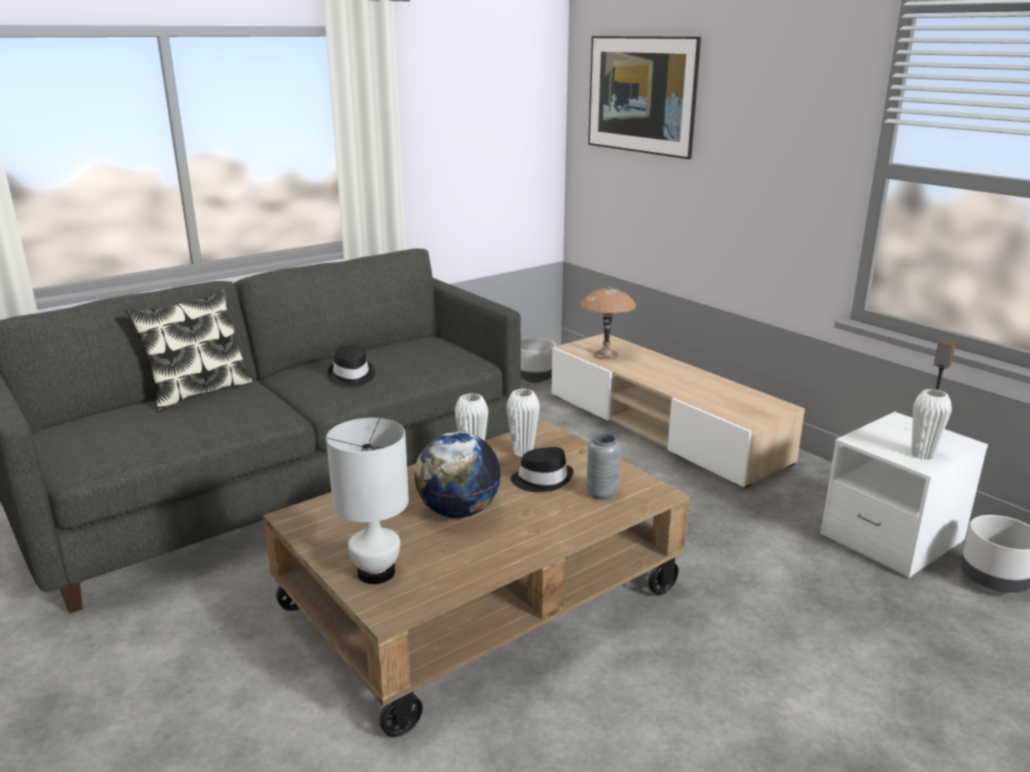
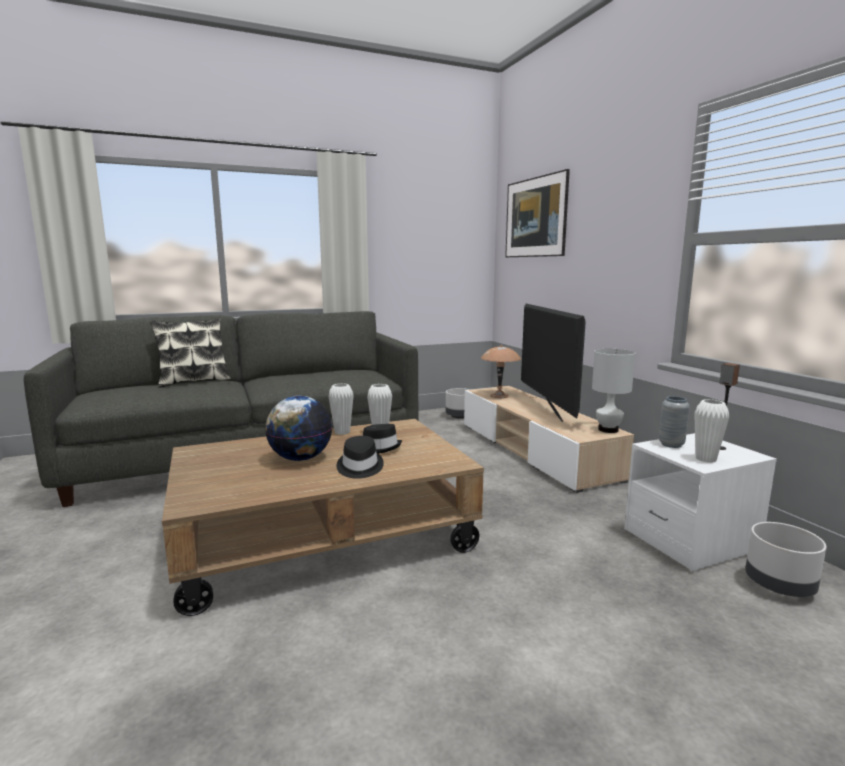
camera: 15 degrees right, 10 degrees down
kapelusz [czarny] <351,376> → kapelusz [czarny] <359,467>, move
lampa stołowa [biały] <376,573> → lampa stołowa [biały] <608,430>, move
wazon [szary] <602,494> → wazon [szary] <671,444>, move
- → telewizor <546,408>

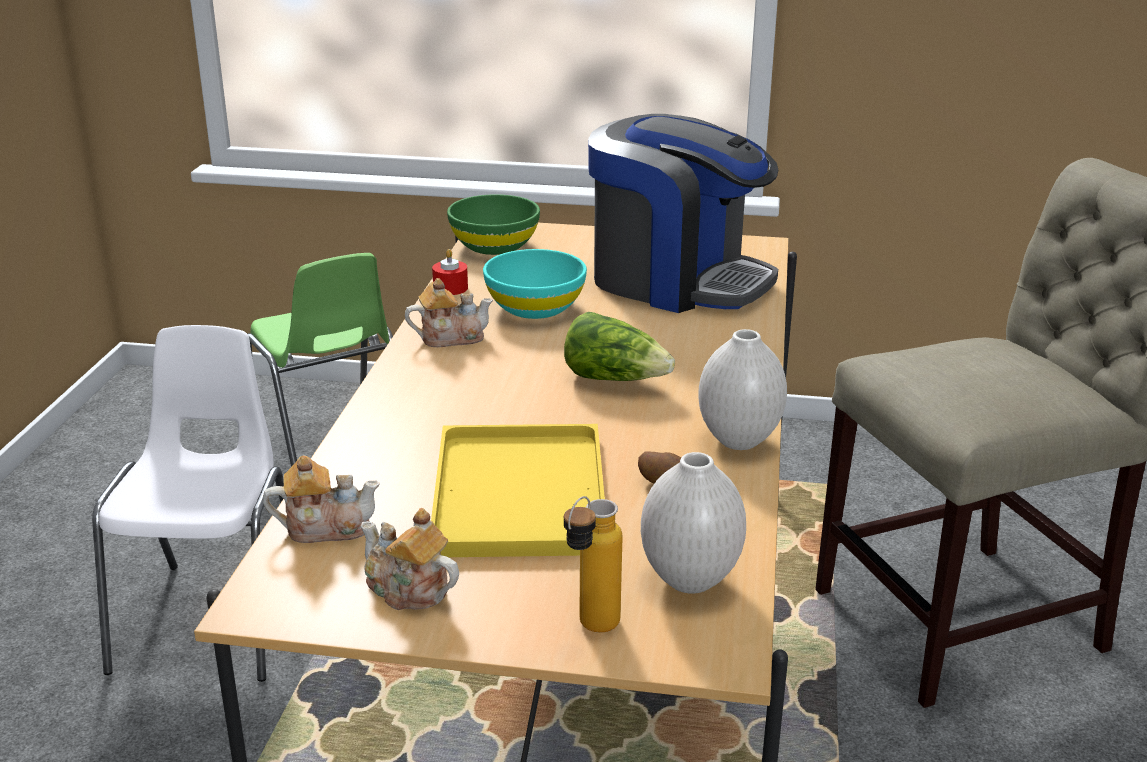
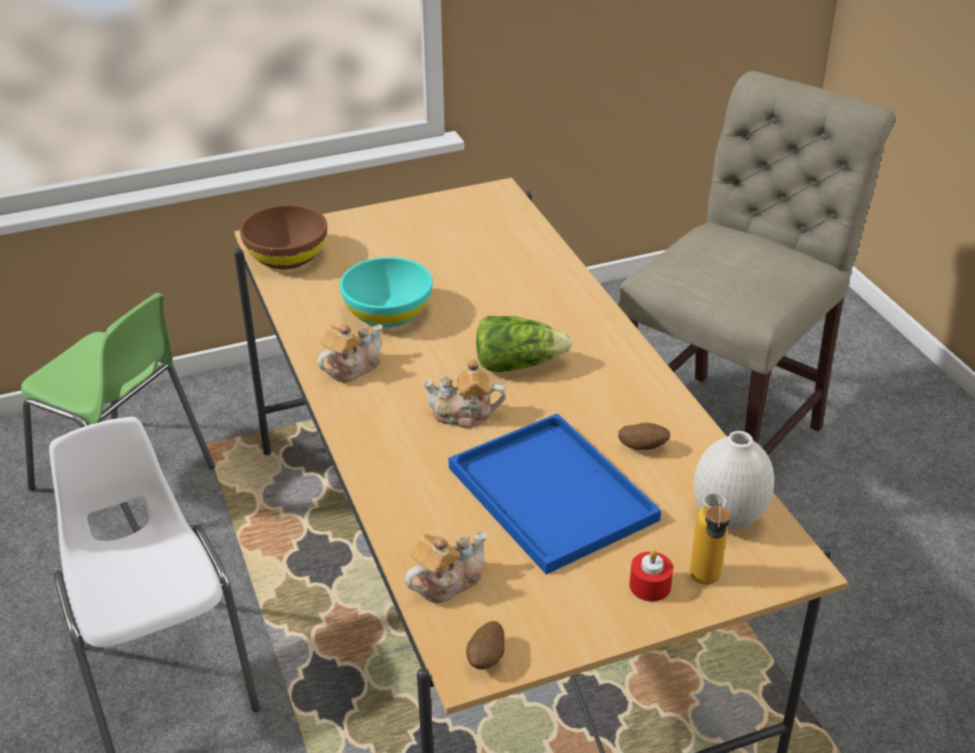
camera: 30 degrees left, 10 degrees up
ekspres do kawy <677,280> → -
miska [zielony] <494,246> → miska [brązowy] <287,257>
świeca [czerwony] <450,288> → świeca [czerwony] <650,586>, move
wazon [biały] <737,441> → -
taca [żółty] <517,490> → taca [niebieski] <547,492>
imbryk <408,590> → imbryk <464,415>, move
- → ziemniak <486,659>

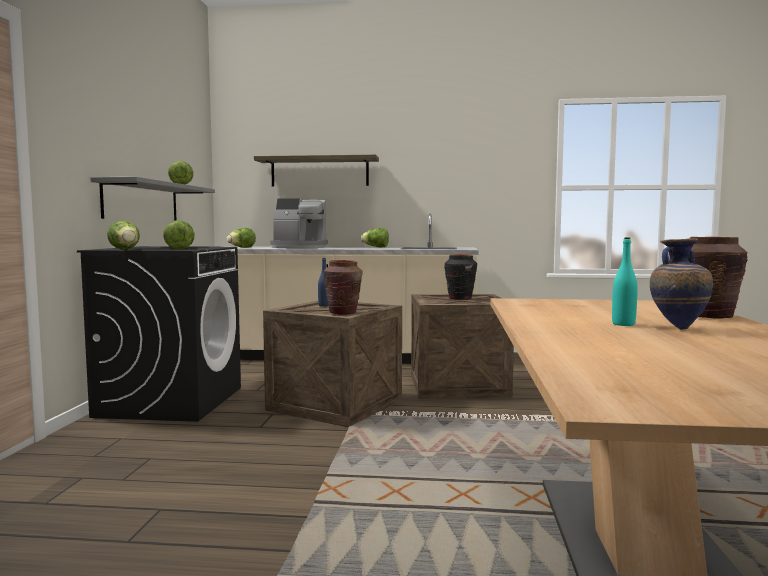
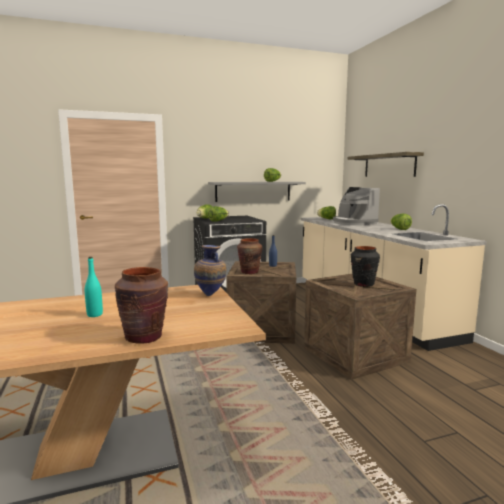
camera: 65 degrees right, 5 degrees up
wazon <678,328> → wazon <211,295>, move

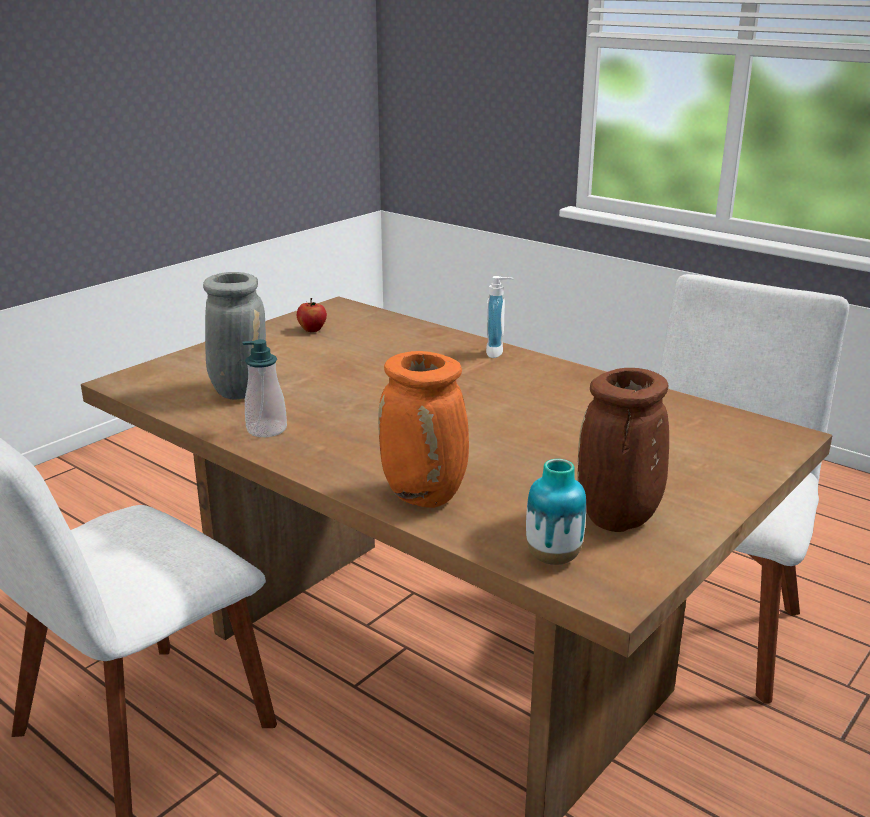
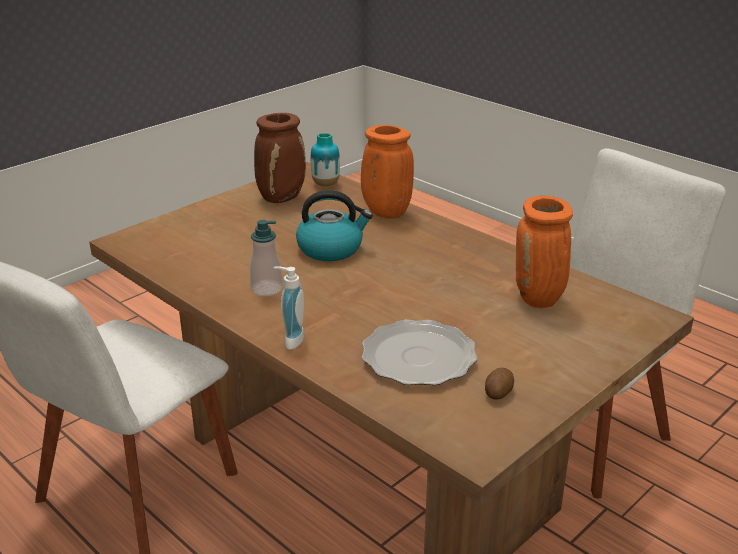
camera: 175 degrees left, 5 degrees up
wazon [szary] <239,391> → wazon [pomarańczowy] <539,300>
jabłko <312,330> → ziemniak <498,392>
dozownik mydła <266,429> → dozownik mydła <266,289>, move
- → czajnik <331,249>
- → talerz <418,357>

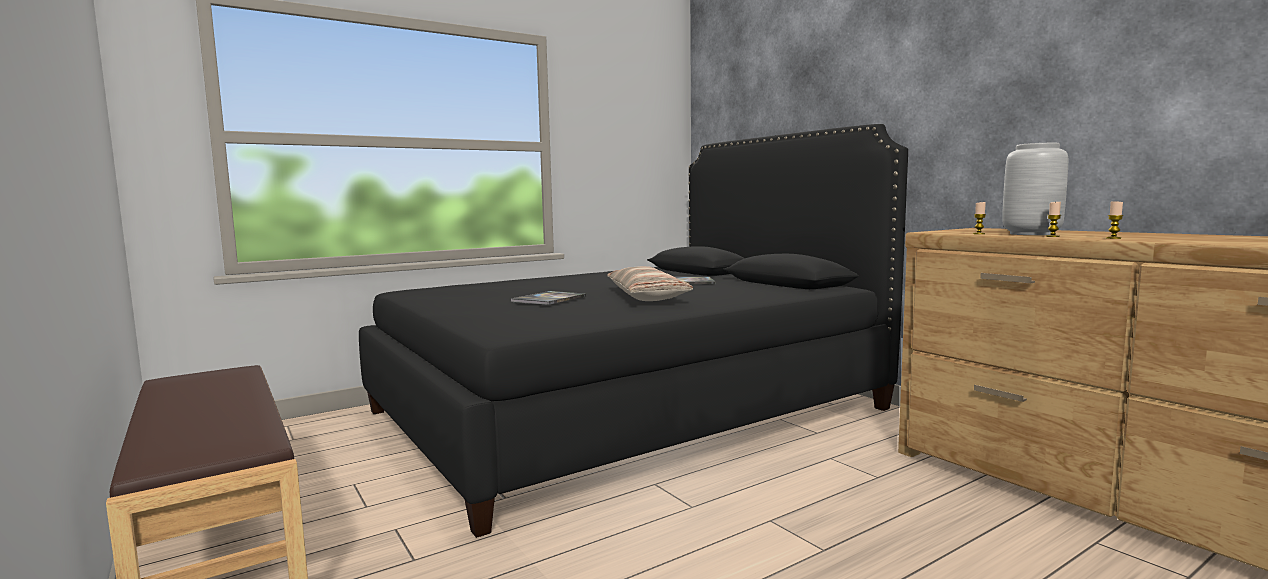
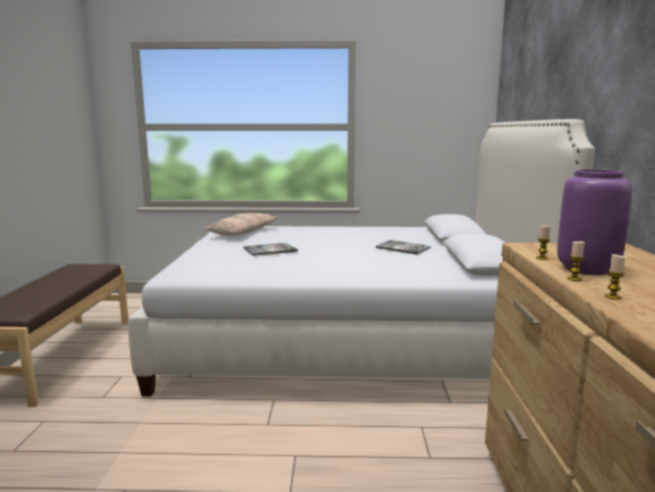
camera: 35 degrees right, 5 degrees up
łóżko [czarny] <628,409> → łóżko [biały] <347,338>
wazon [szary] <1030,234> → wazon [fioletowy] <587,269>
poduszka <646,297> → poduszka <243,232>, move

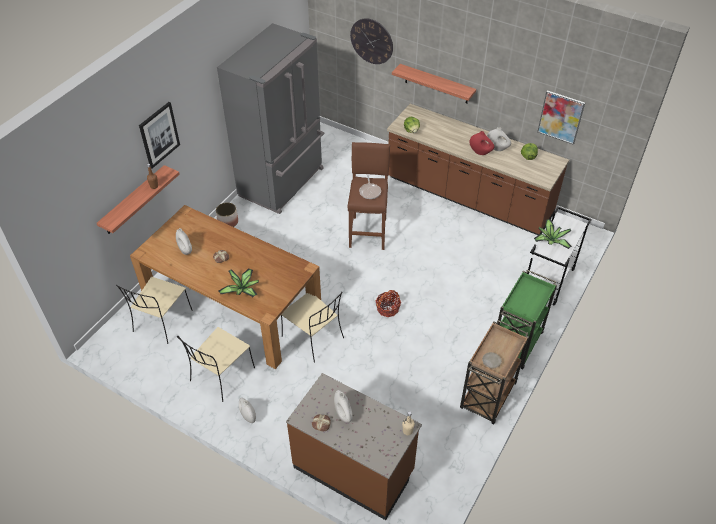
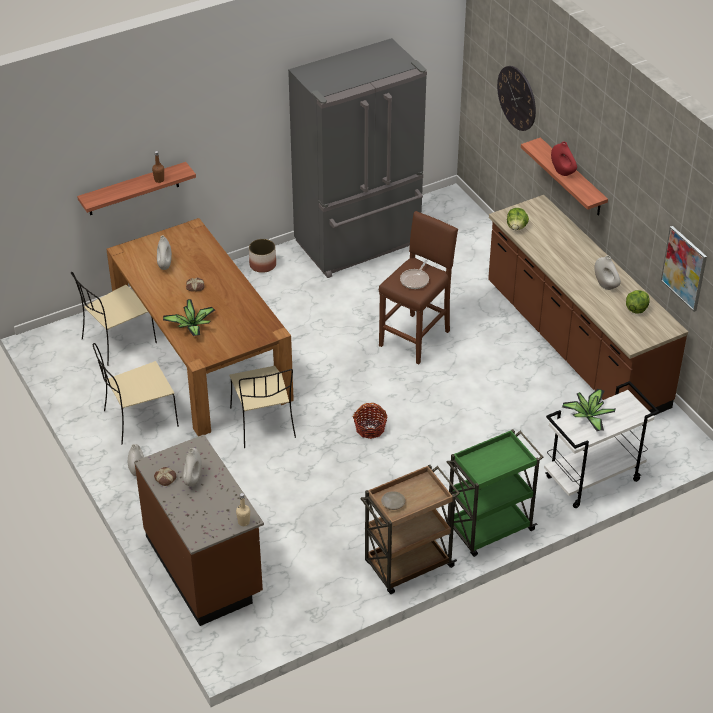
camera: 30 degrees right, 5 degrees down
obraz <159,135> → -
wazon [czerwony] <480,152> → wazon [czerwony] <562,172>, move

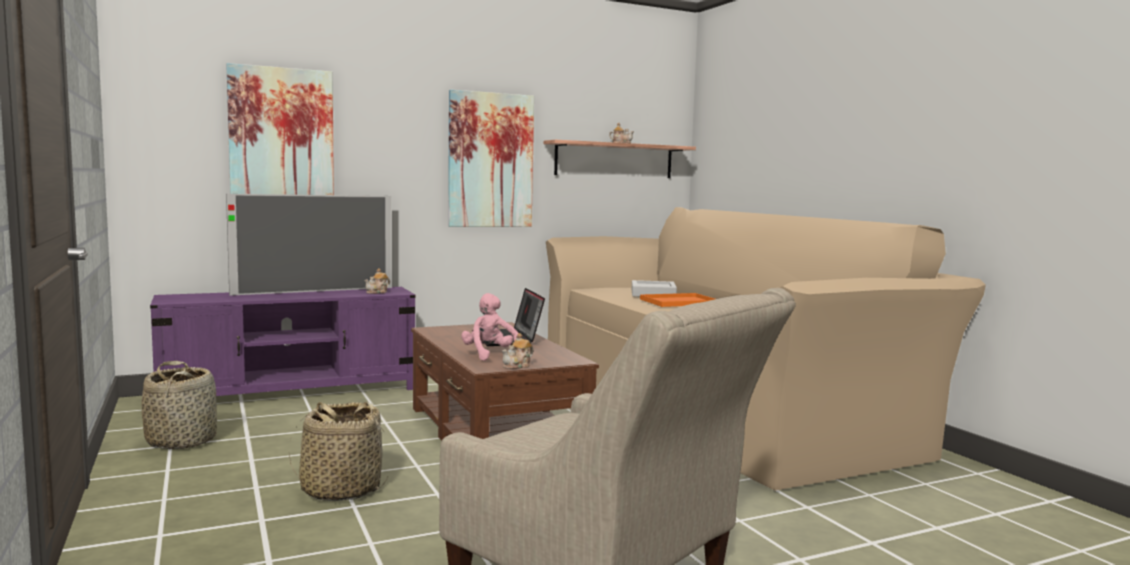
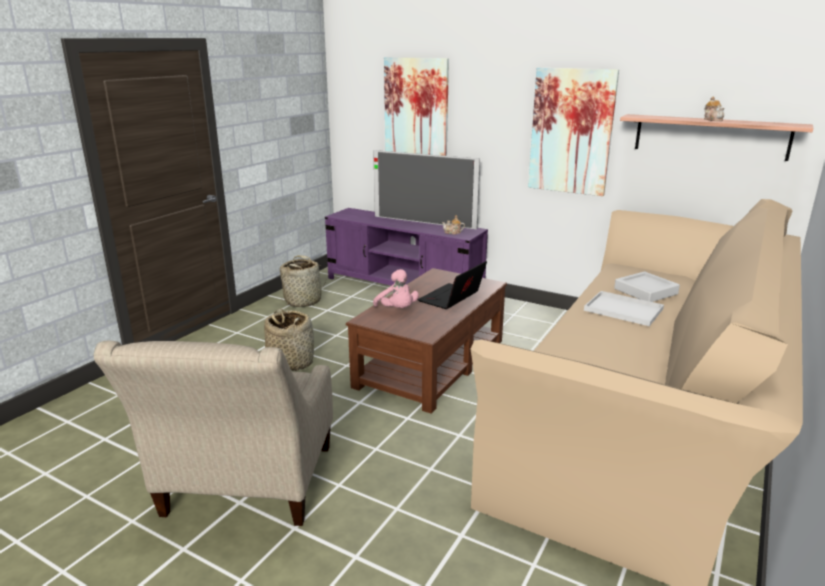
camera: 55 degrees right, 15 degrees up
pluszak [różowy] <490,355> → pluszak [różowy] <397,310>, 120 degrees clockwise
taca [pomarańczowy] <678,302> → taca [biały] <621,309>
imbryk <518,366> → -

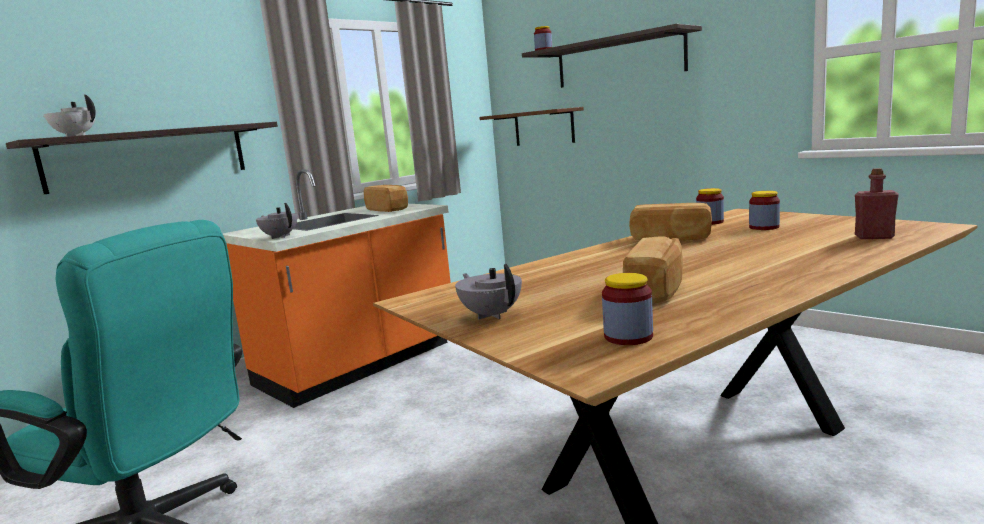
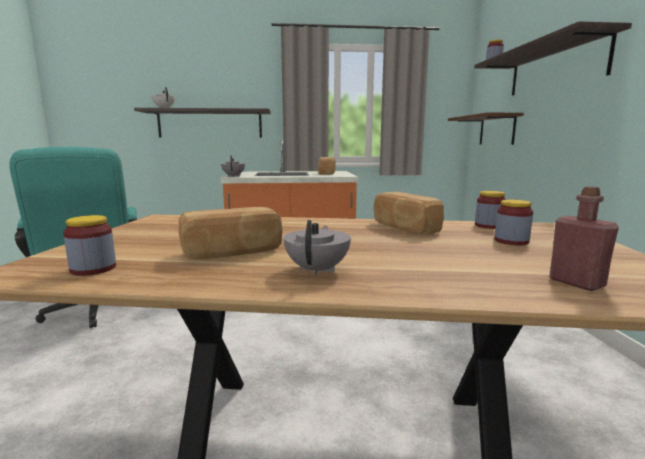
camera: 40 degrees right, 0 degrees up
imbryk [szary] <491,315> → imbryk [szary] <318,270>, move

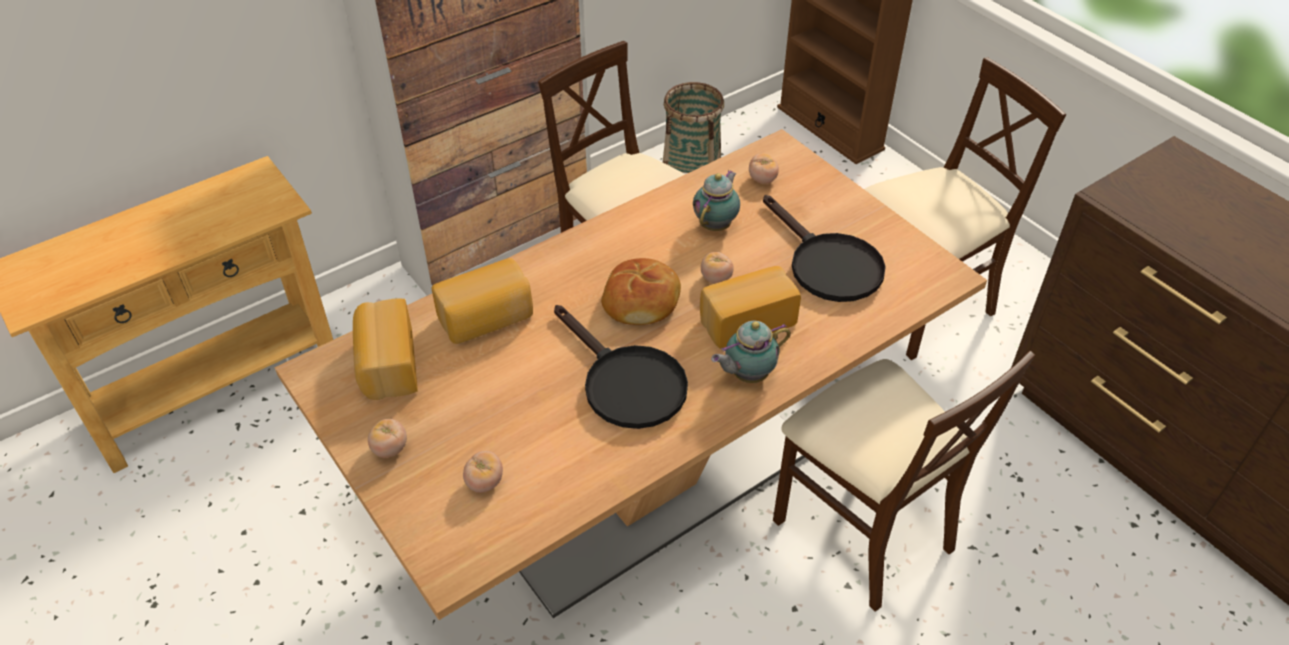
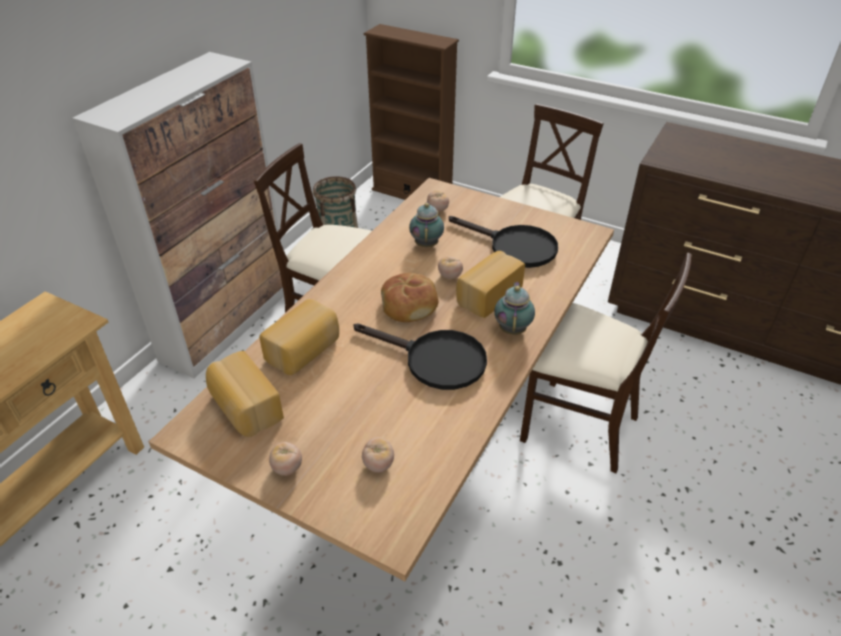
camera: 25 degrees left, 5 degrees down
imbryk <747,375> → imbryk <513,328>, 150 degrees clockwise

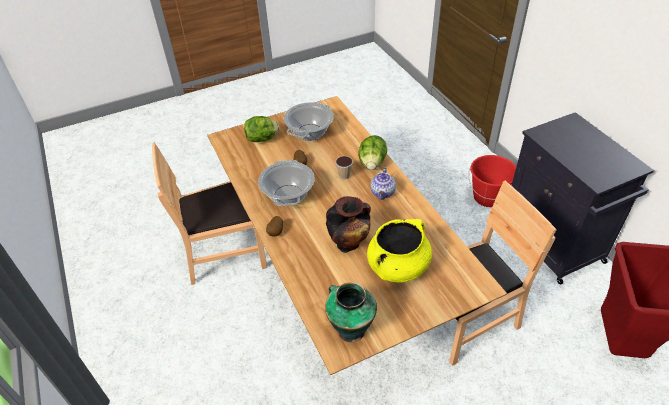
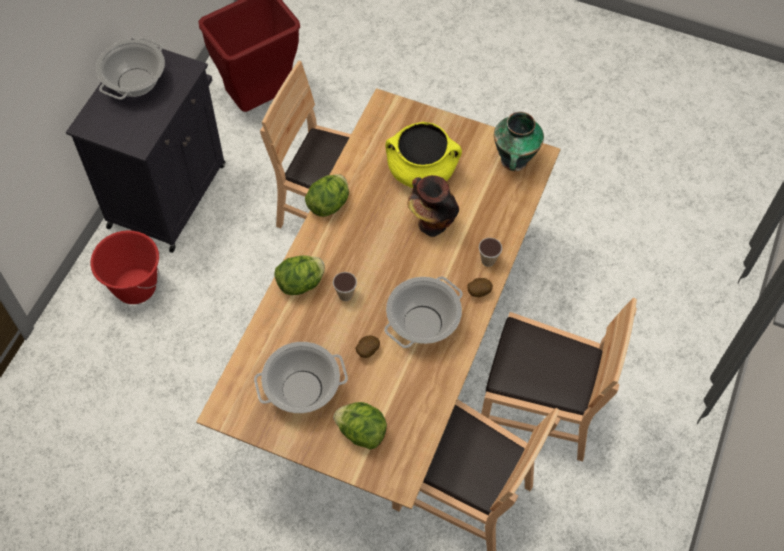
camera: 135 degrees left, 15 degrees up
imbryk <383,193> → -
- → garnek <135,83>
- → sałata <329,204>
- → filiżanka <488,260>
- → krzesło [brązowy] <539,408>

